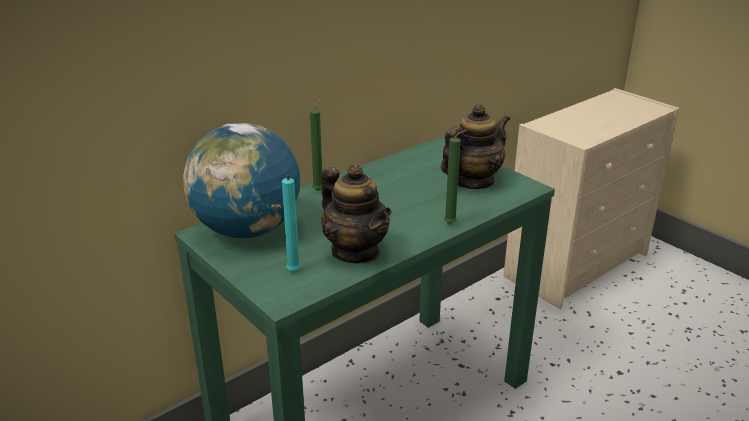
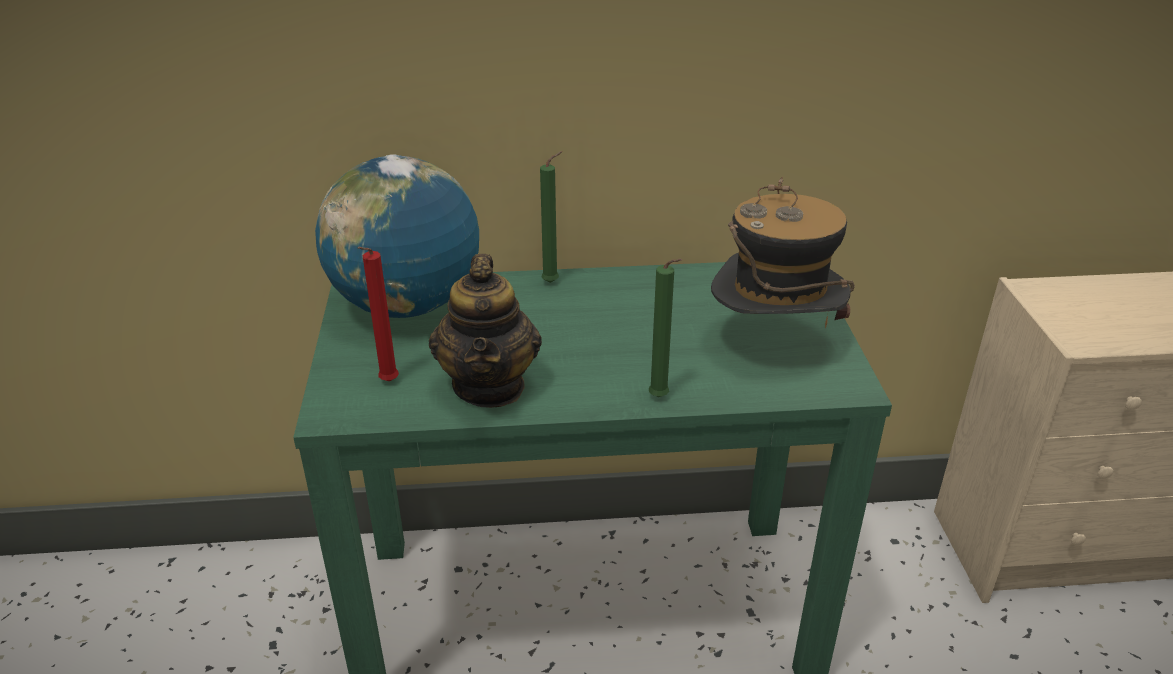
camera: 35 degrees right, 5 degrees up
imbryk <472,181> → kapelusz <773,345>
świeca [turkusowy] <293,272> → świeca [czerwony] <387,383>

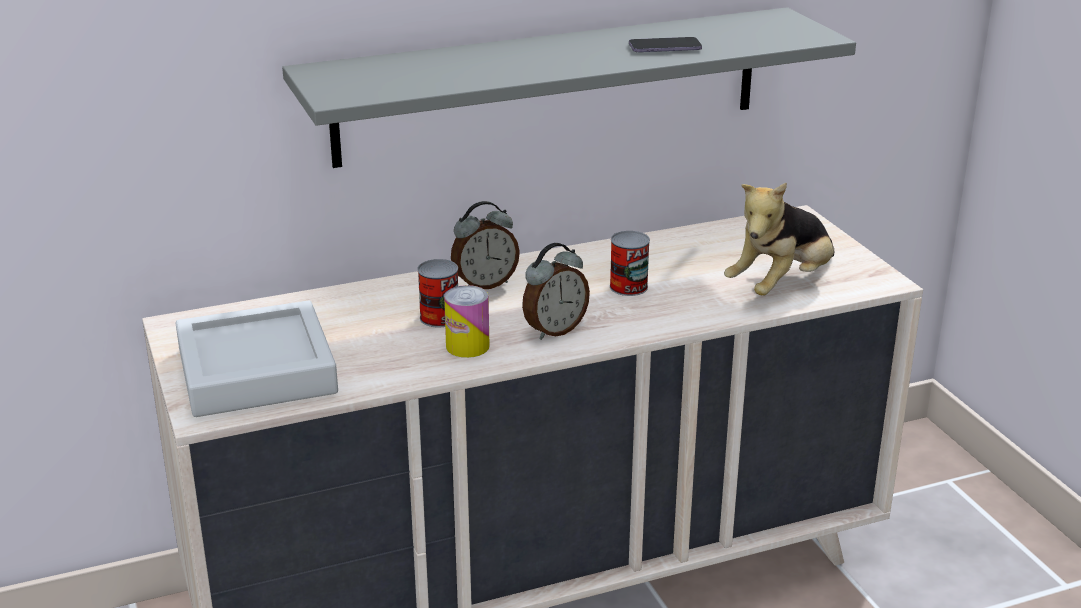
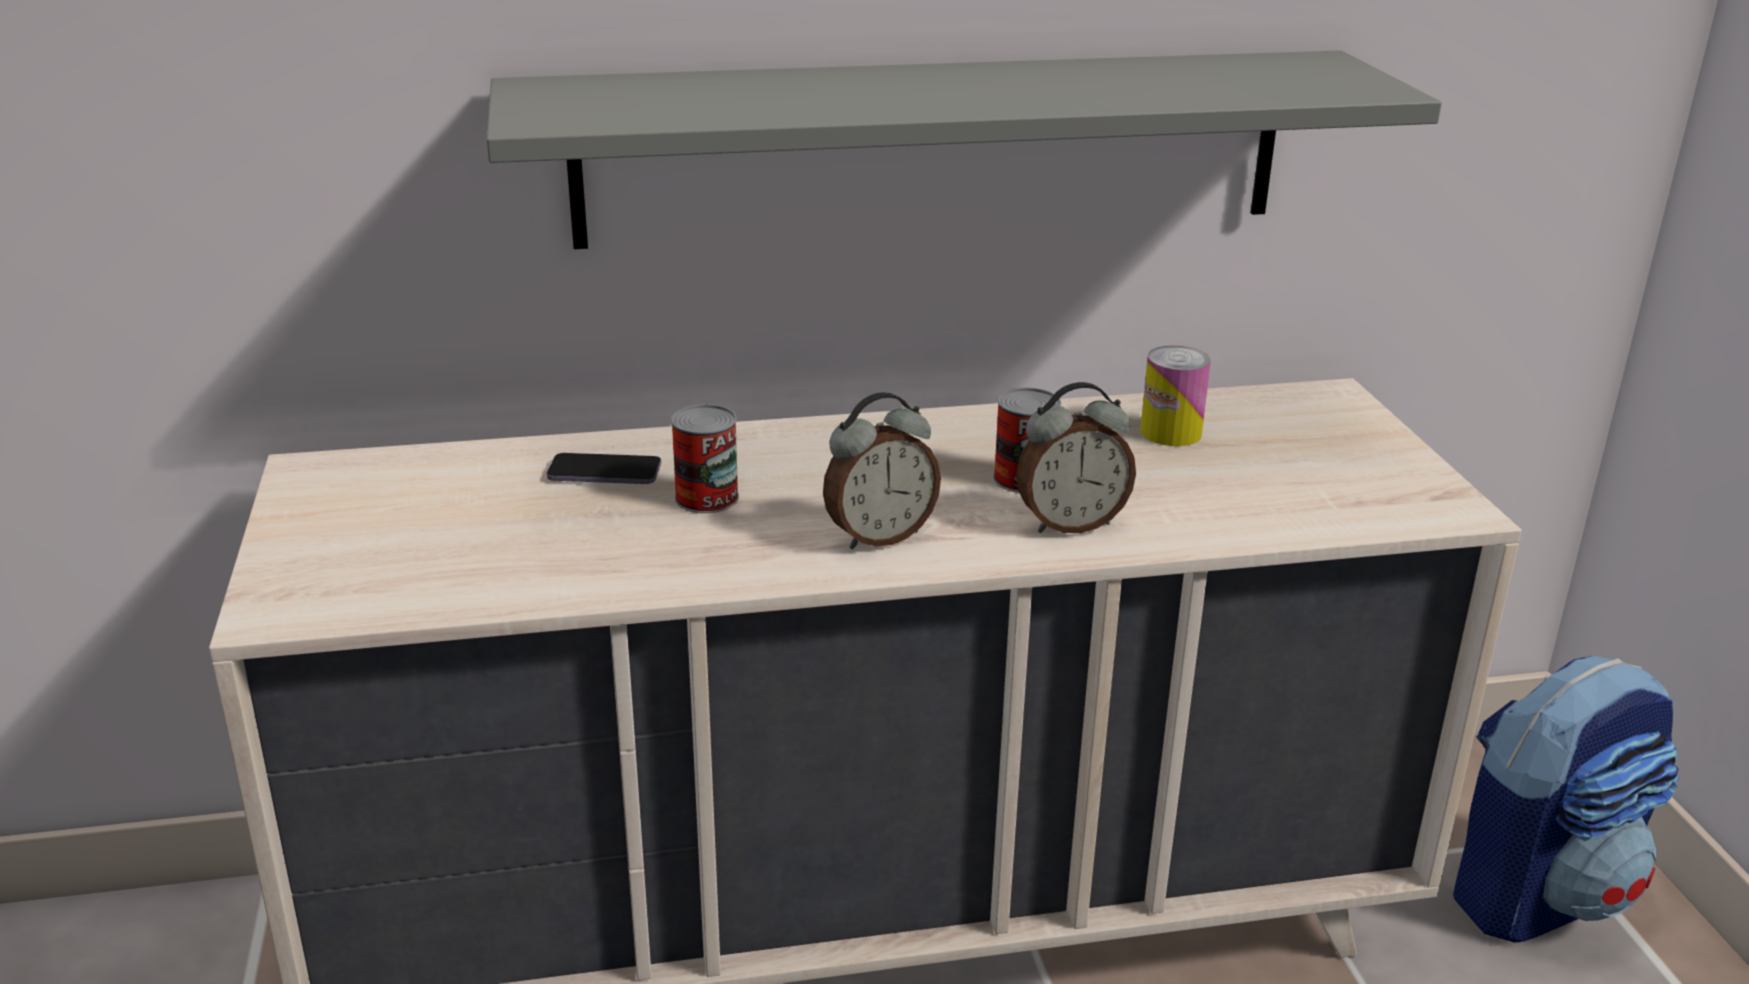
camera: 10 degrees right, 0 degrees up
telefon <665,47> → telefon <604,473>, move
pluszak <781,285> → -
budzik <485,284> → budzik <1070,524>, move
puszka <467,346> → puszka <1171,432>, move
taca [szary] <256,371> → -
- → plecak <1539,893>

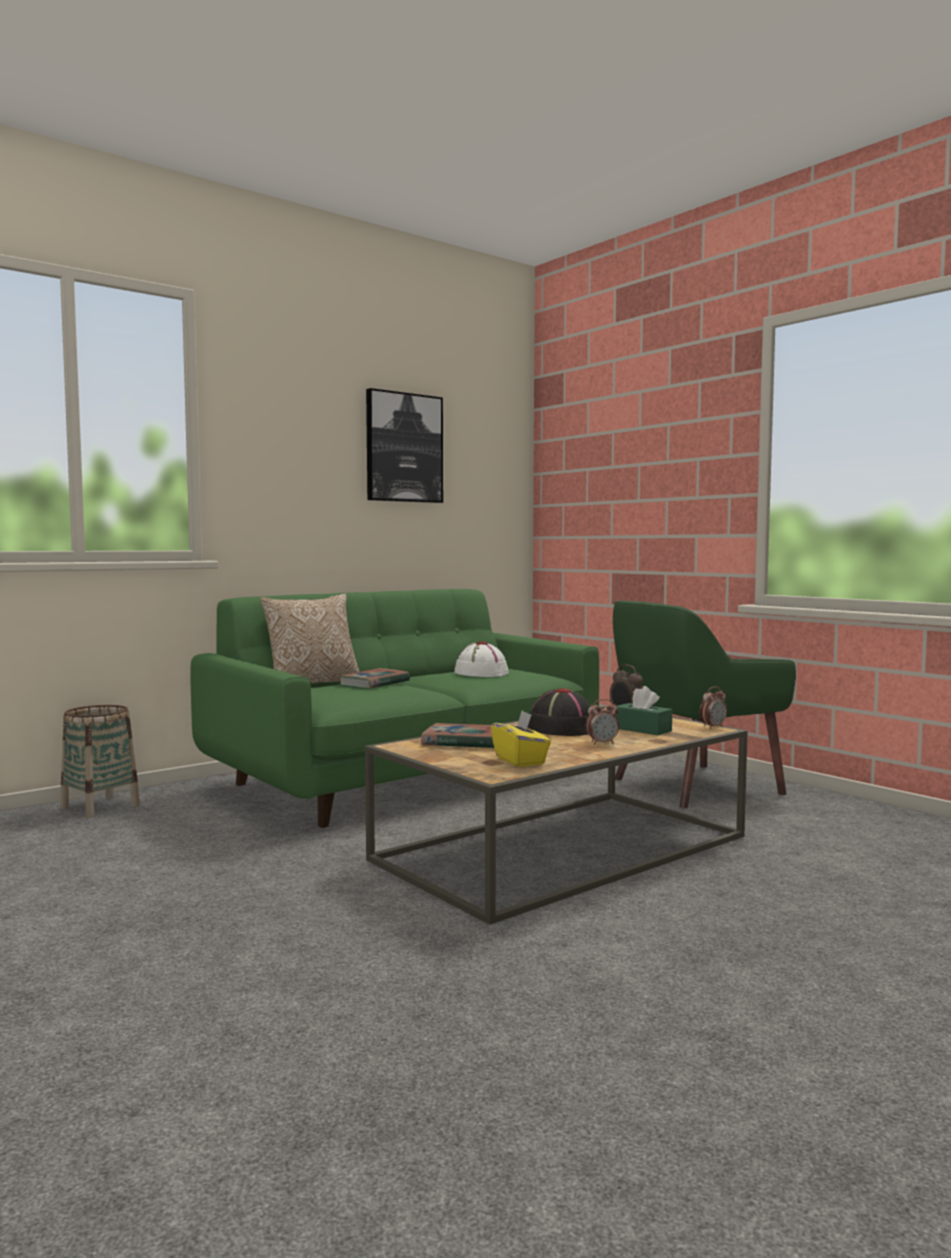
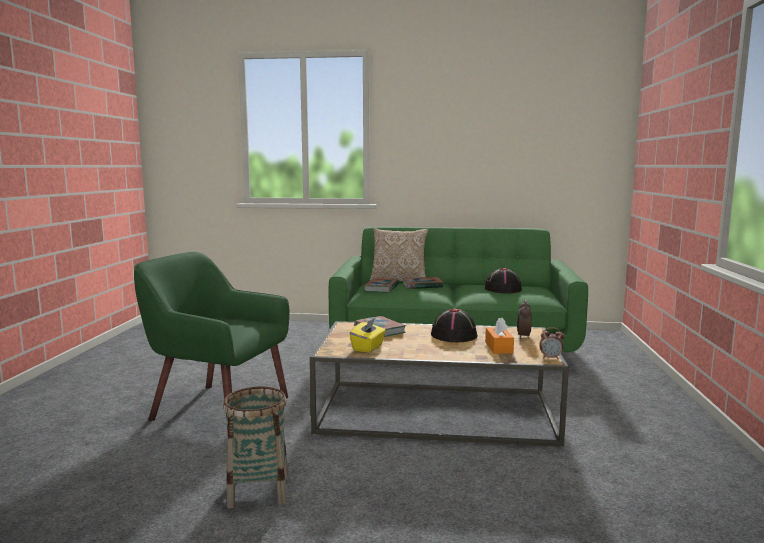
camera: 45 degrees right, 5 degrees up
obraz <403,448> → -
fotel [zielony] <694,786> → fotel [zielony] <218,408>, move
kapelusz [biały] <480,673> → kapelusz [czarny] <503,289>
pudełko chusteczek [zielony] <642,729> → pudełko chusteczek [pomarańczowy] <498,347>
budzik <602,743> → -
koszyk <100,807> → koszyk <258,490>, move
- → książka <381,288>

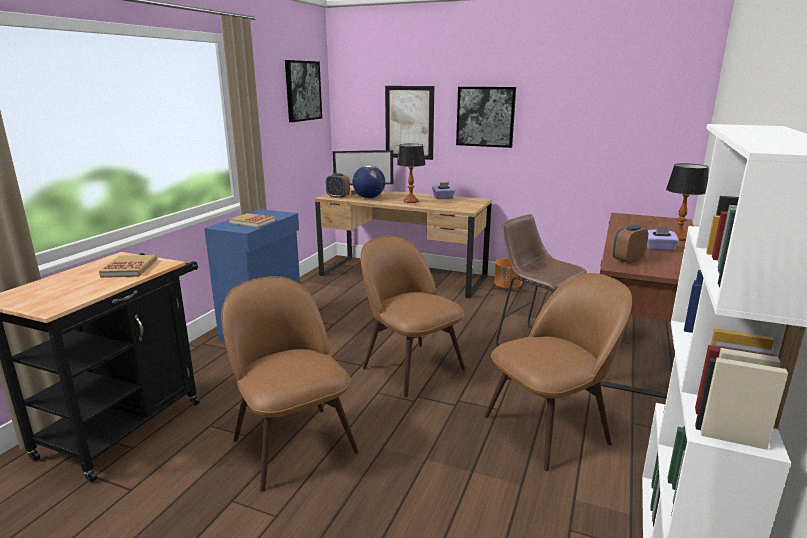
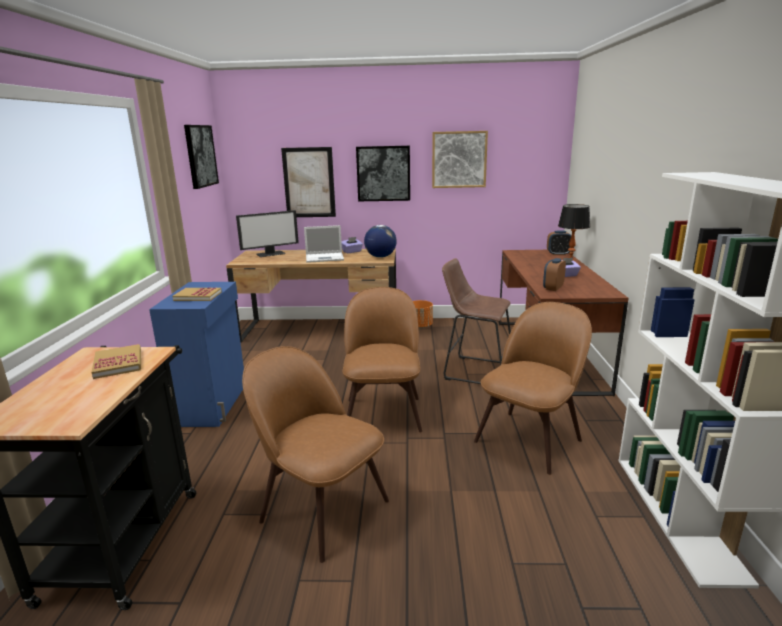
camera: 20 degrees left, 0 degrees up
lampa stołowa <411,201> → laptop <325,258>
globus <369,198> → globus <380,257>, move
budzik <338,197> → budzik <558,254>, move
krzesło [brązowy] <410,366> → krzesło [brązowy] <383,412>, 60 degrees clockwise
- → obraz <459,159>

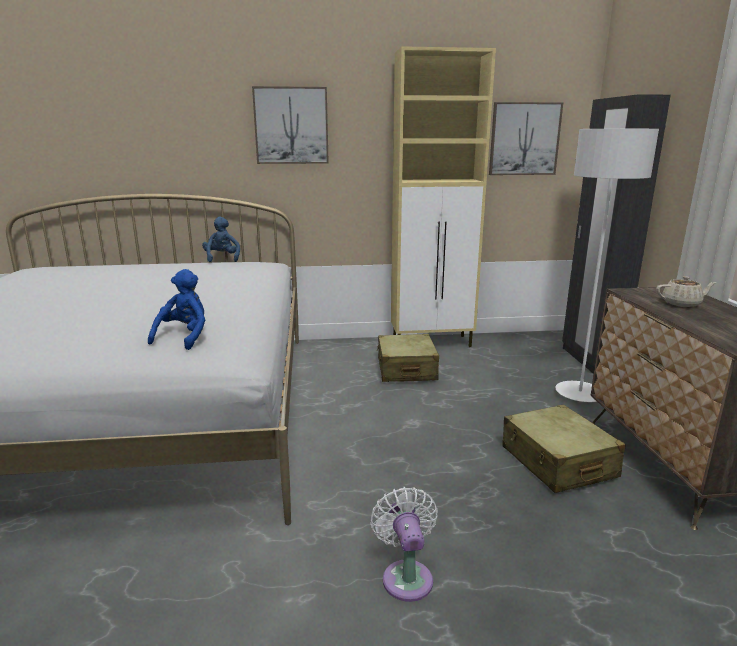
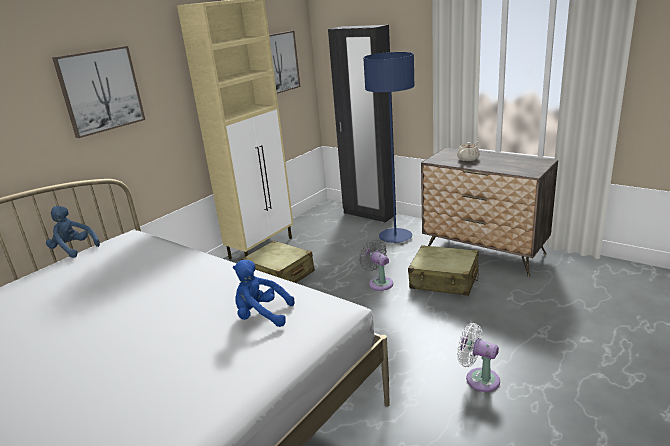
camera: 45 degrees left, 5 degrees up
lampa stojąca [biały] <579,393> → lampa stojąca [niebieski] <395,237>
pluszak [niebieski] <184,337> → pluszak [niebieski] <261,315>, 45 degrees counterclockwise
- → wentylator [szary] <379,283>

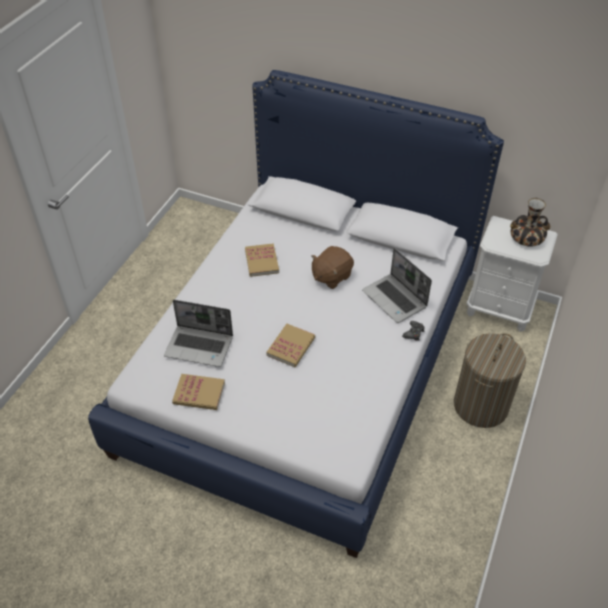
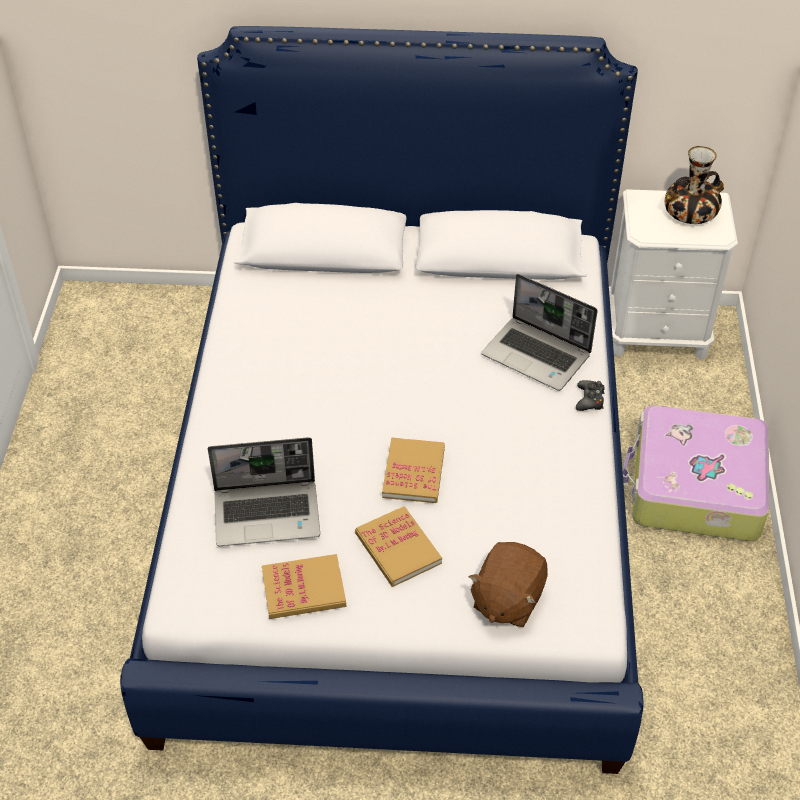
camera: 20 degrees left, 0 degrees up
książka <261,261> → książka <398,548>, move
pluszak [brązowy] <331,276> → pluszak [brązowy] <506,599>, move
kosz na pranie <480,406> → walizka <694,487>

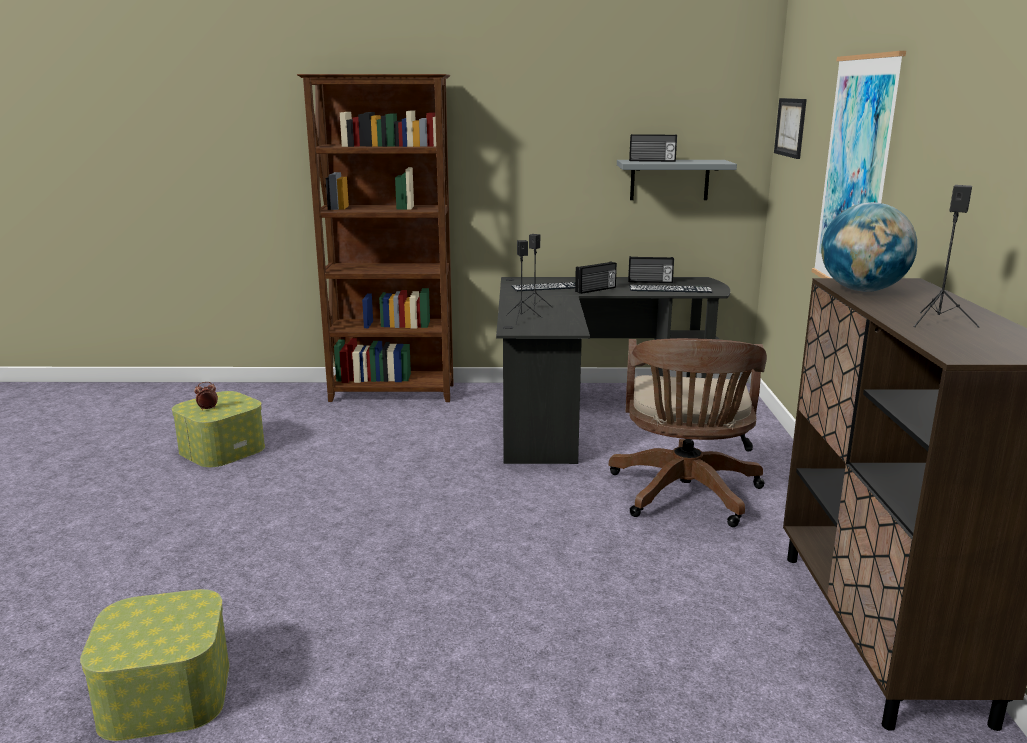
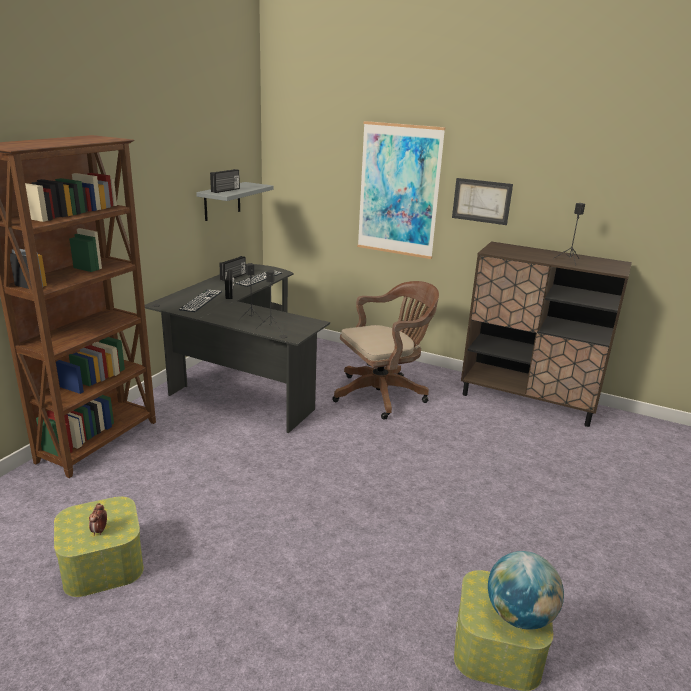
camera: 65 degrees left, 5 degrees up
obraz <790,127> → obraz <481,201>, move
globus <862,290> → globus <519,616>, move
krzesło biurowe [brązowy] <685,496> → krzesło biurowe [brązowy] <383,394>, 60 degrees counterclockwise

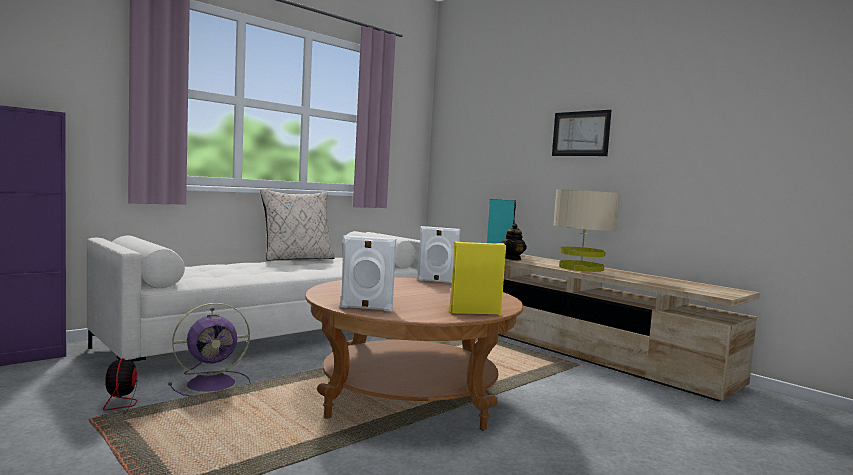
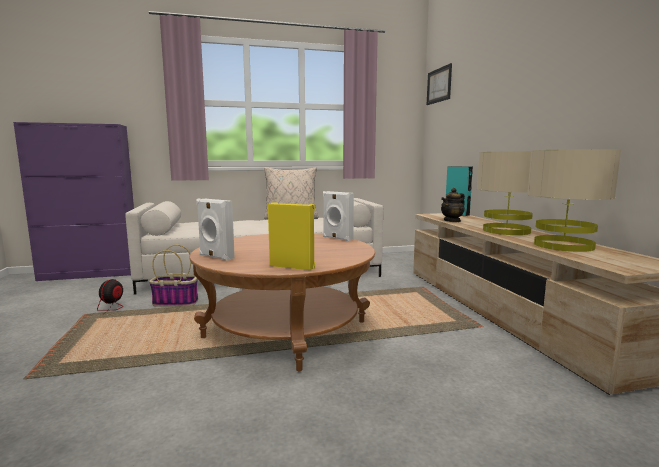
camera: 30 degrees right, 5 degrees up
obraz <581,133> → obraz <439,85>, move
wentylator [fioletowy] <213,384> → koszyk <176,302>
- → lampa stołowa [beżowy] <563,245>

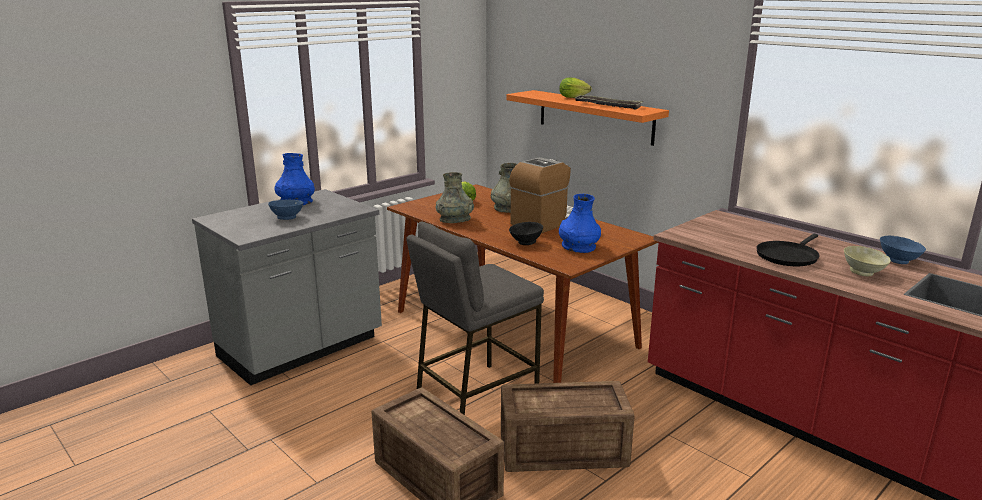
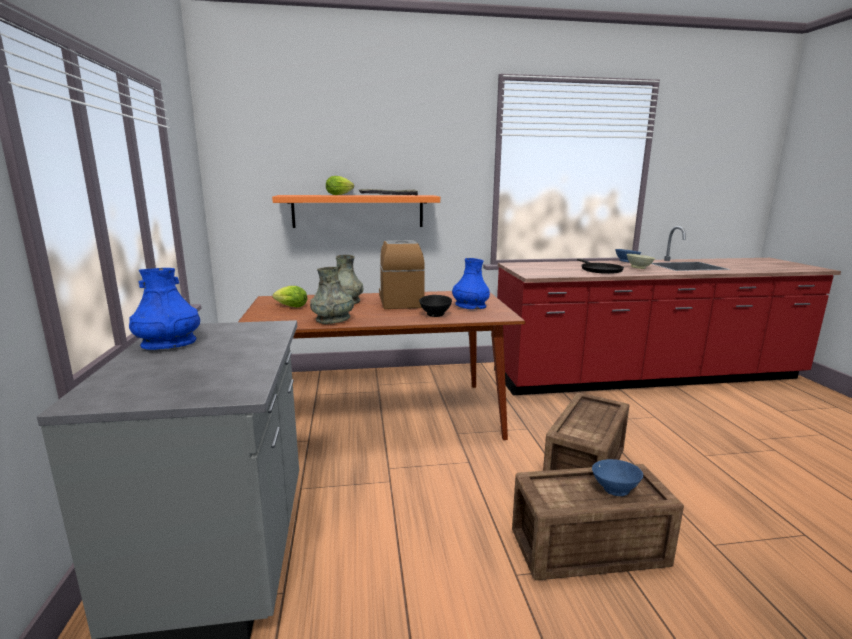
camera: 55 degrees left, 5 degrees down
miska [niebieski] <288,218> → miska [niebieski] <614,489>, move
stołek [szary] <475,396> → -

